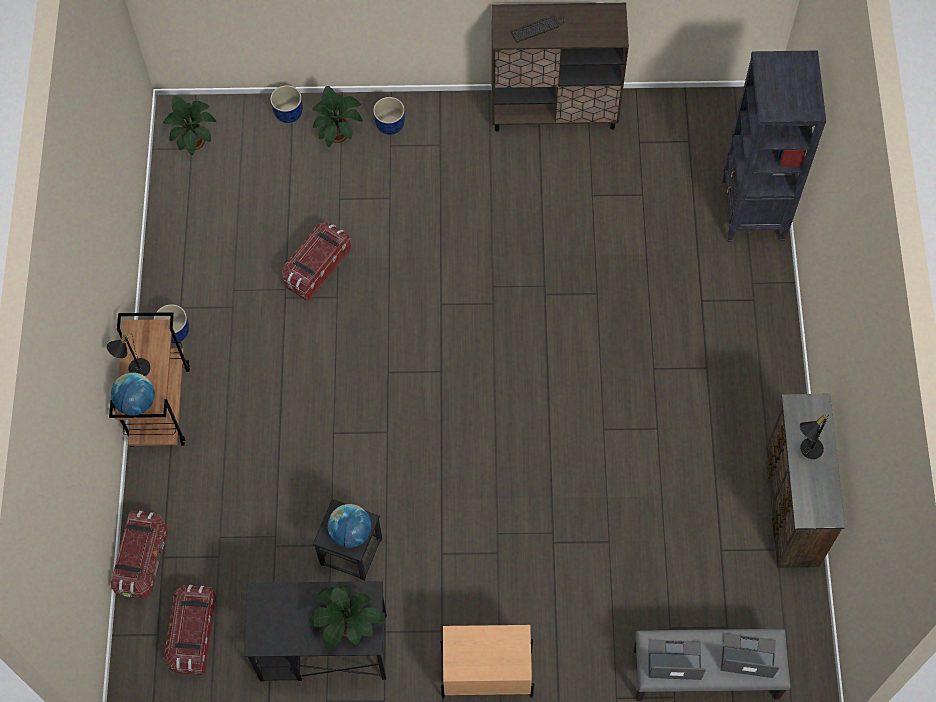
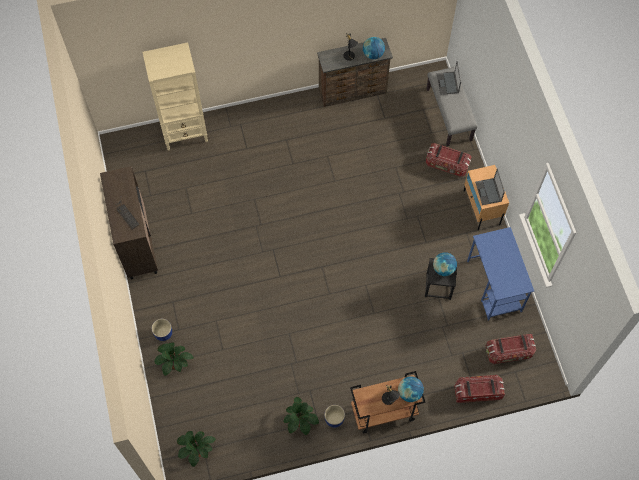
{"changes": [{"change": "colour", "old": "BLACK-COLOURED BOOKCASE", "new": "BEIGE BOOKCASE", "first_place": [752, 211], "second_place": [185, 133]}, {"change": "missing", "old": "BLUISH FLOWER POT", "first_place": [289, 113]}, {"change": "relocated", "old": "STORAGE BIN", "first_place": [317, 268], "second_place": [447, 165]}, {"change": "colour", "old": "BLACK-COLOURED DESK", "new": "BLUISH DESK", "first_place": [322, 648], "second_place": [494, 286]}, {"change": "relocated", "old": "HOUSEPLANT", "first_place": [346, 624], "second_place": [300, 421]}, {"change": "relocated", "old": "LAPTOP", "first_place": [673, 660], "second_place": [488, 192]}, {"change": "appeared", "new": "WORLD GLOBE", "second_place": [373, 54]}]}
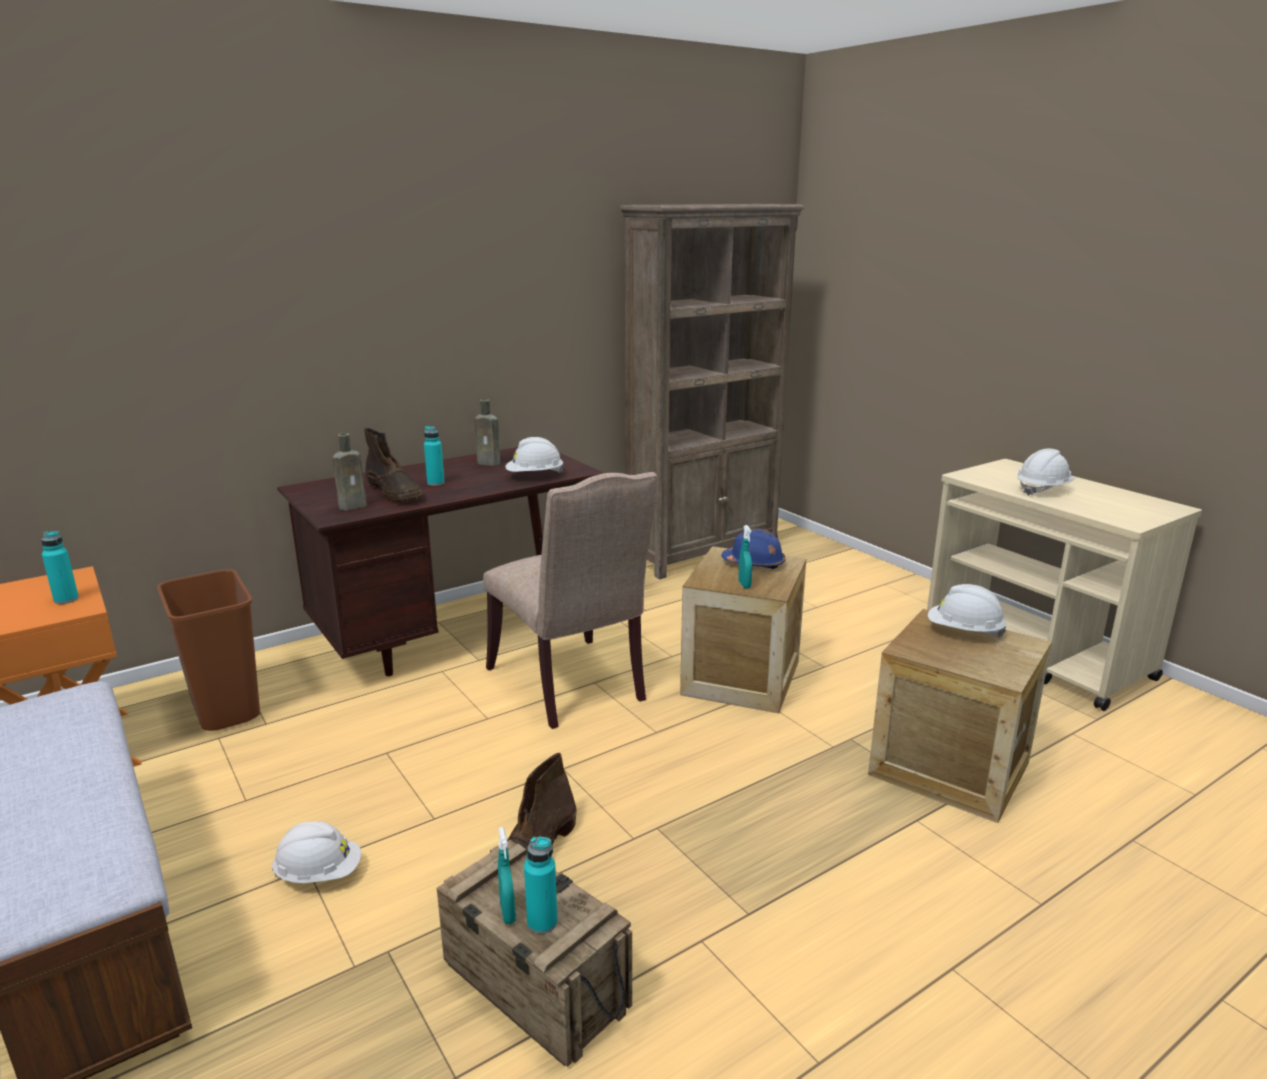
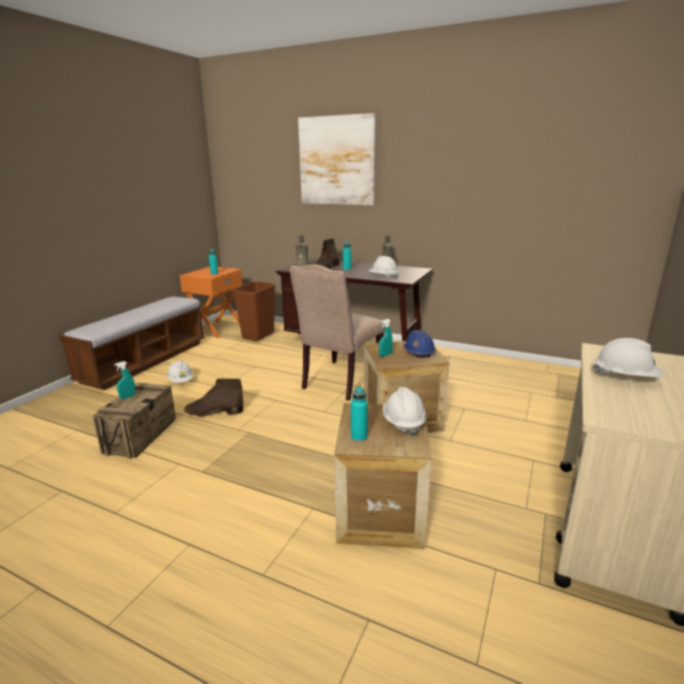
{"changes": [{"change": "missing", "old": "BROWN-COLOURED BOOKCASE", "first_place": [703, 553]}, {"change": "relocated", "old": "TURQUOISE-COLOURED BOTTLE", "first_place": [542, 922], "second_place": [359, 437]}, {"change": "appeared", "new": "WALL ART", "second_place": [337, 161]}]}
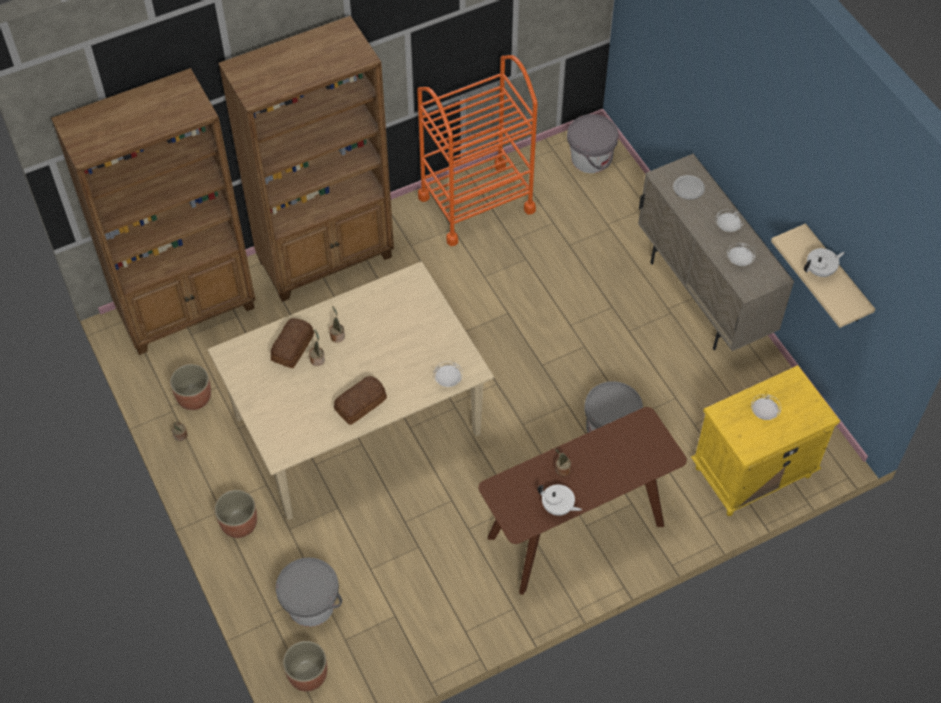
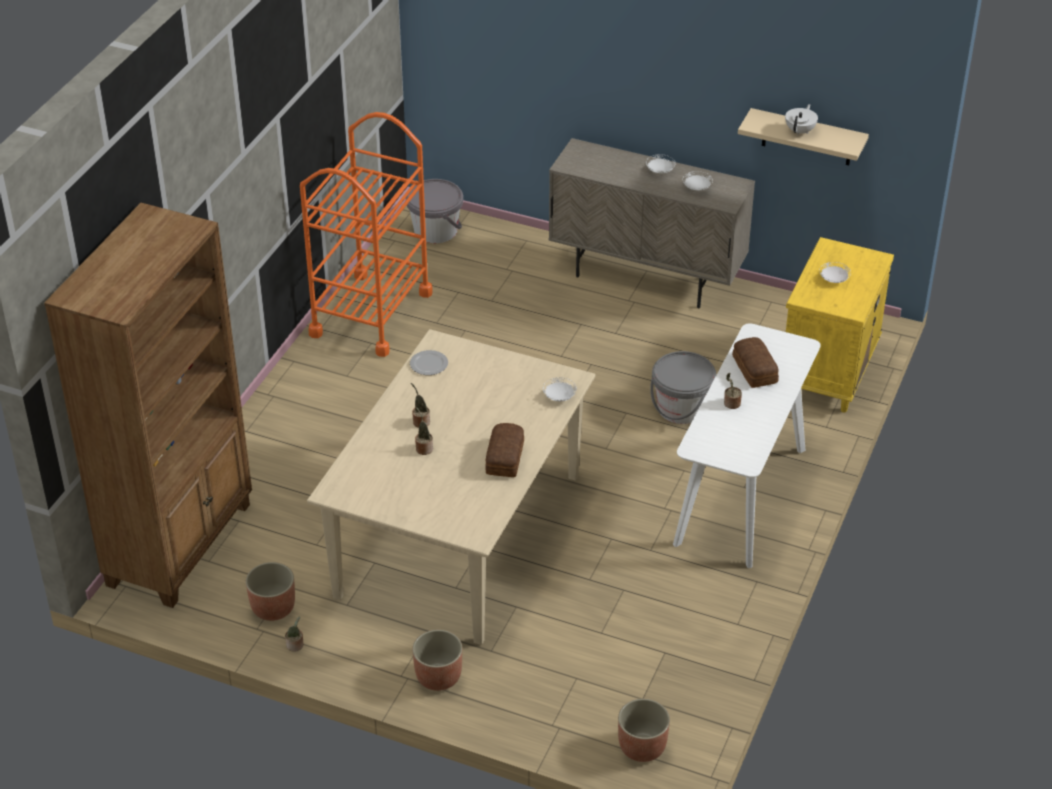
{"changes": [{"change": "missing", "old": "BROWN-COLOURED BOOKCASE", "first_place": [326, 259]}, {"change": "relocated", "old": "DINNER PLATE", "first_place": [688, 188], "second_place": [429, 365]}, {"change": "relocated", "old": "BAKERY BREAD", "first_place": [291, 348], "second_place": [754, 370]}, {"change": "colour", "old": "BROWN-COLOURED CONSOLE TABLE", "new": "WHITISH CONSOLE TABLE", "first_place": [576, 531], "second_place": [741, 496]}, {"change": "missing", "old": "WHITISH POT FOR TEA", "first_place": [557, 507]}, {"change": "missing", "old": "GREY PAIL", "first_place": [311, 605]}]}
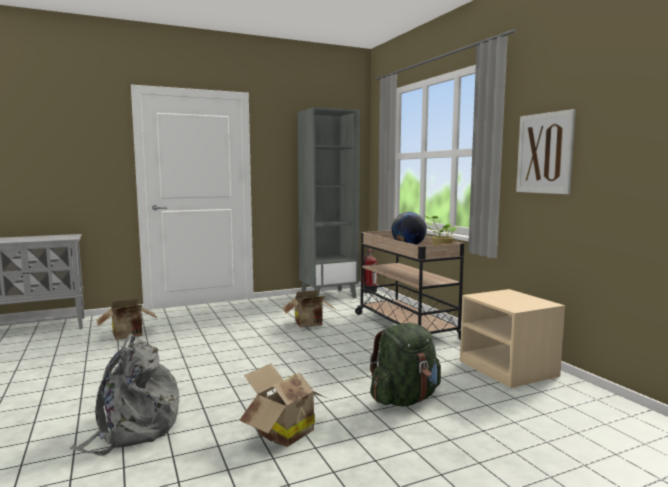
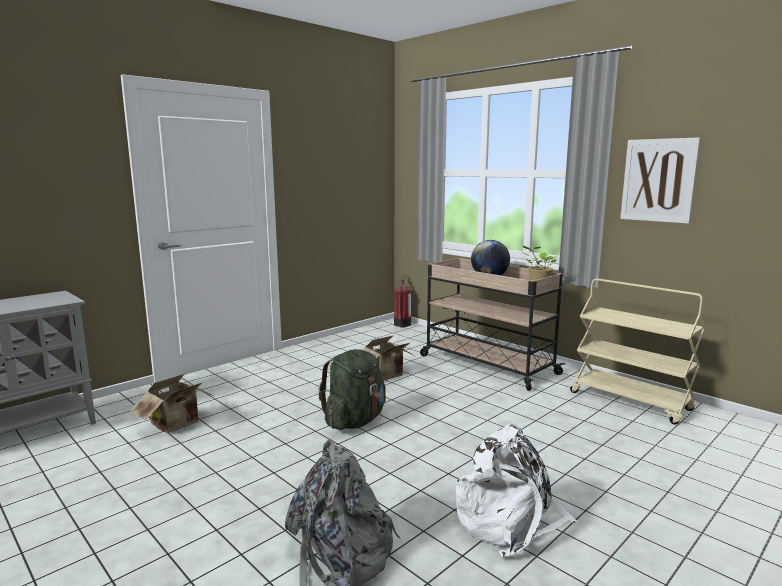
{"changes": [{"change": "missing", "old": "GREY BOOKCASE", "first_place": [328, 295]}, {"change": "exchanged", "old": "BEIGE NIGHTSTAND", "new": "BEIGE WHEELED CART", "first_place": [509, 369], "second_place": [631, 401]}, {"change": "relocated", "old": "GREENISH RUCKSACK", "first_place": [404, 399], "second_place": [355, 421]}, {"change": "exchanged", "old": "CARDBOARD BOX", "new": "WHITISH RUCKSACK", "first_place": [281, 433], "second_place": [510, 521]}]}
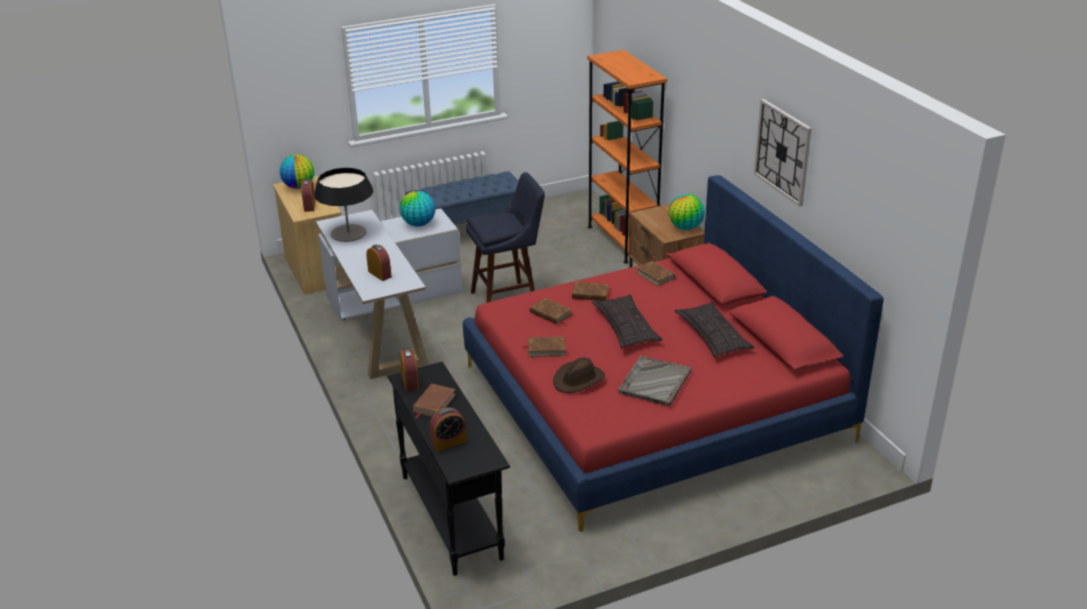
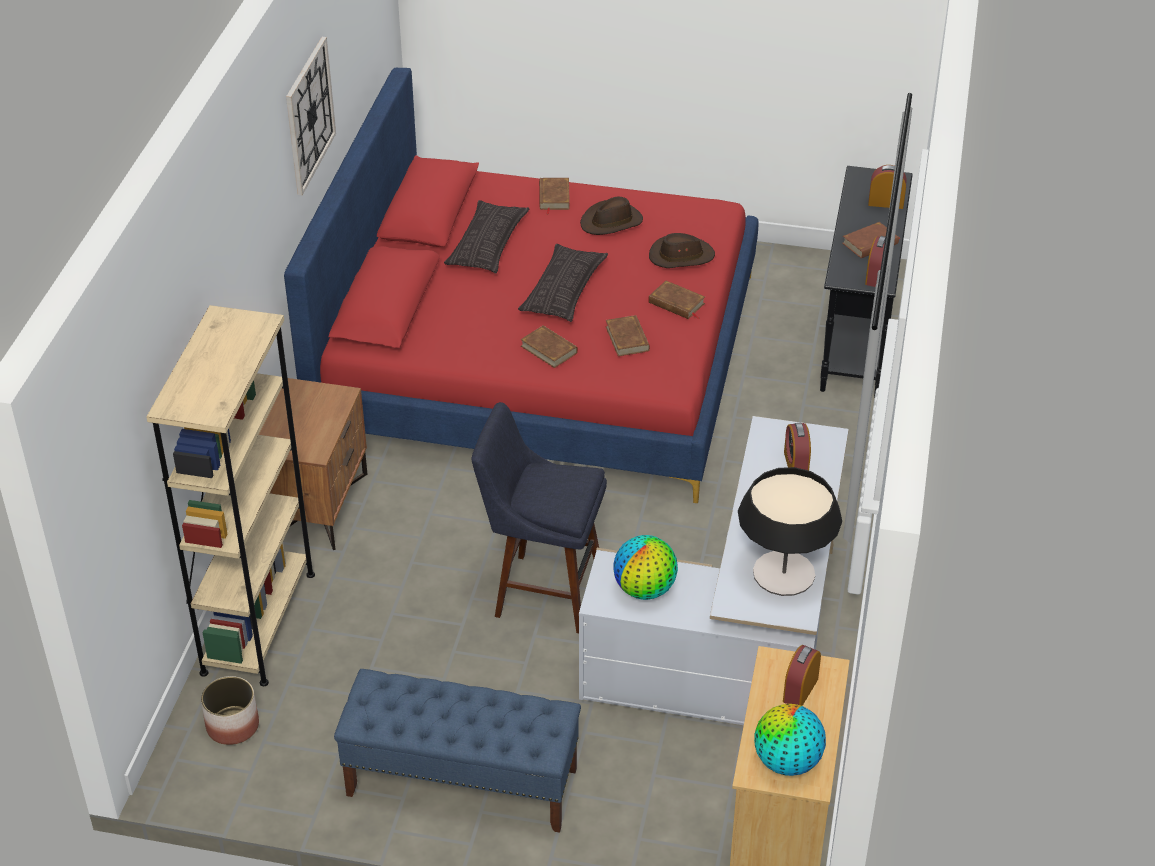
{"changes": [{"change": "colour", "old": "ORANGE BOOKCASE", "new": "BEIGE BOOKCASE", "first_place": [622, 241], "second_place": [258, 622]}, {"change": "missing", "old": "WORLD GLOBE", "first_place": [686, 227]}, {"change": "relocated", "old": "BROWN-COLOURED VOLUME", "first_place": [655, 275], "second_place": [554, 197]}, {"change": "exchanged", "old": "GREY TRAY", "new": "BROWN-COLOURED HAT", "first_place": [654, 382], "second_place": [612, 222]}, {"change": "appeared", "new": "FLOWER POT", "second_place": [233, 726]}]}
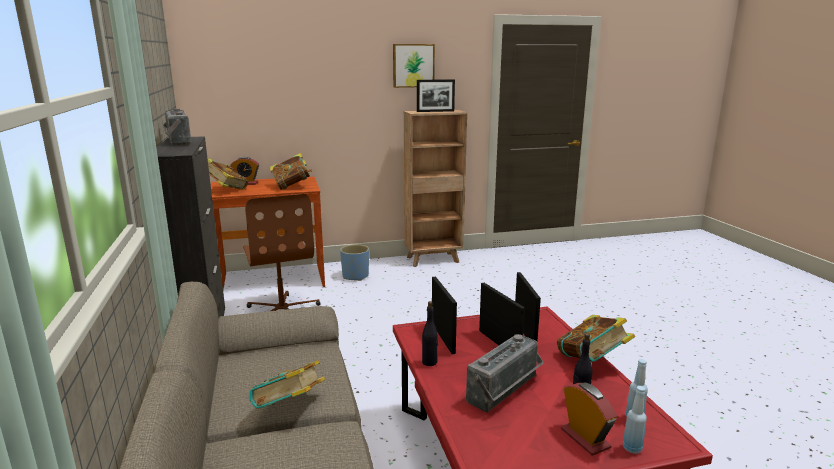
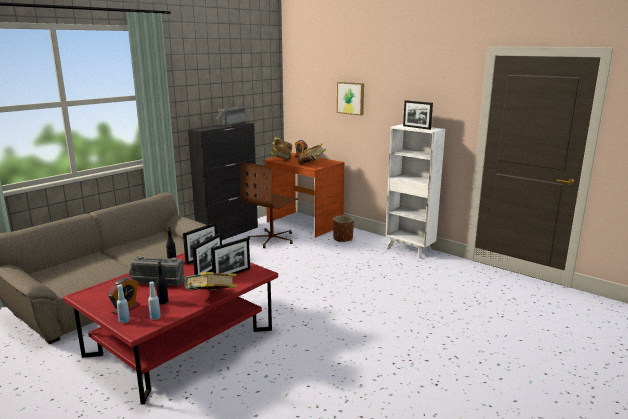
{"changes": [{"change": "relocated", "old": "WALL ART", "first_place": [413, 65], "second_place": [351, 98]}, {"change": "colour", "old": "BROWN-COLOURED BOOKCASE", "new": "WHITISH BOOKCASE", "first_place": [434, 260], "second_place": [409, 250]}, {"change": "colour", "old": "BLUISH FLOWER POT", "new": "BROWN-COLOURED FLOWER POT", "first_place": [355, 276], "second_place": [343, 239]}, {"change": "missing", "old": "VOLUME", "first_place": [290, 409]}]}
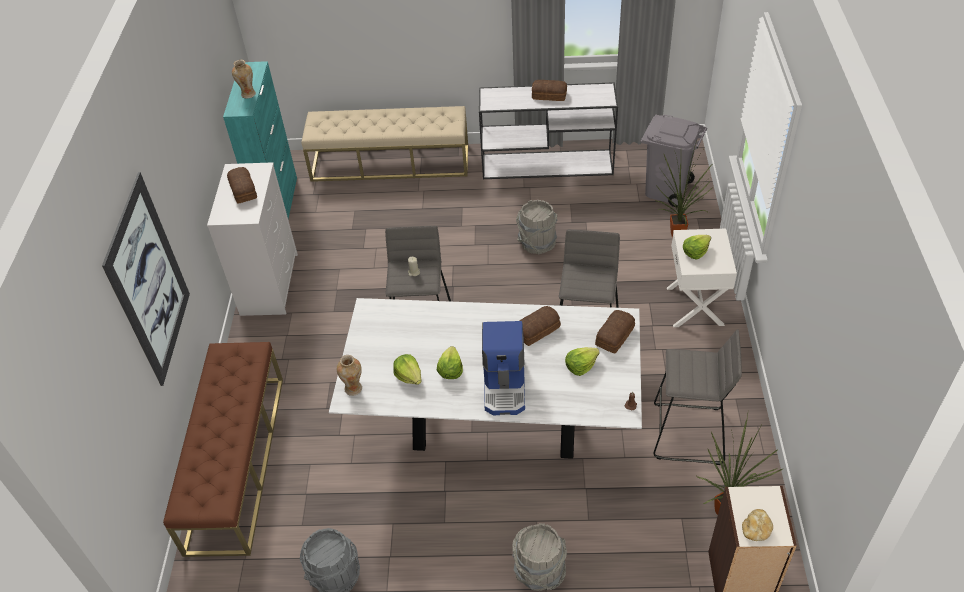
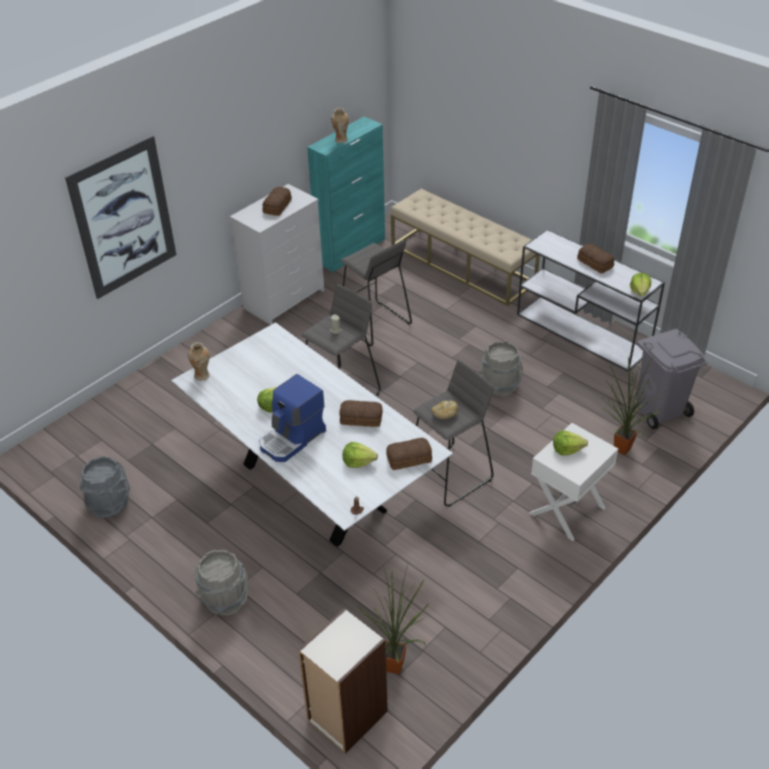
{"changes": [{"change": "relocated", "old": "GREY SITTING STOOL", "first_place": [688, 434], "second_place": [374, 324]}, {"change": "missing", "old": "BROWN-COLOURED BENCH", "first_place": [236, 461]}, {"change": "relocated", "old": "HEAD OF LETTUCE", "first_place": [409, 376], "second_place": [640, 291]}, {"change": "relocated", "old": "BAKERY BREAD", "first_place": [756, 530], "second_place": [445, 414]}]}
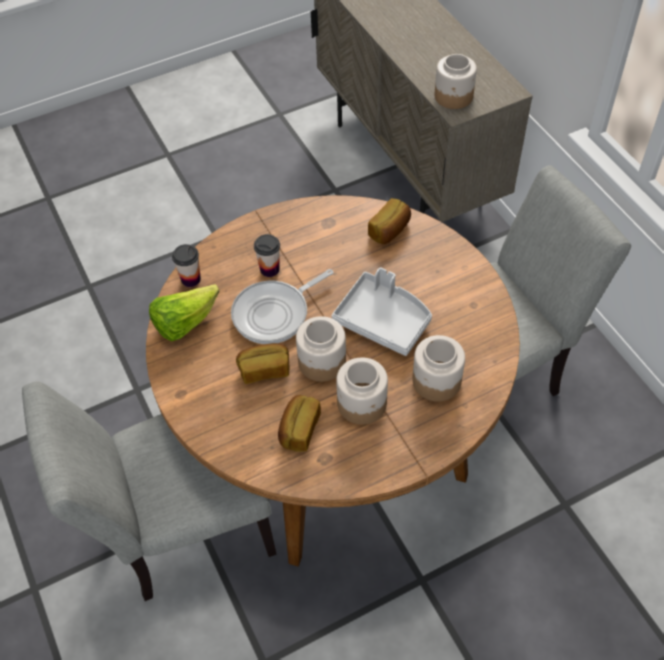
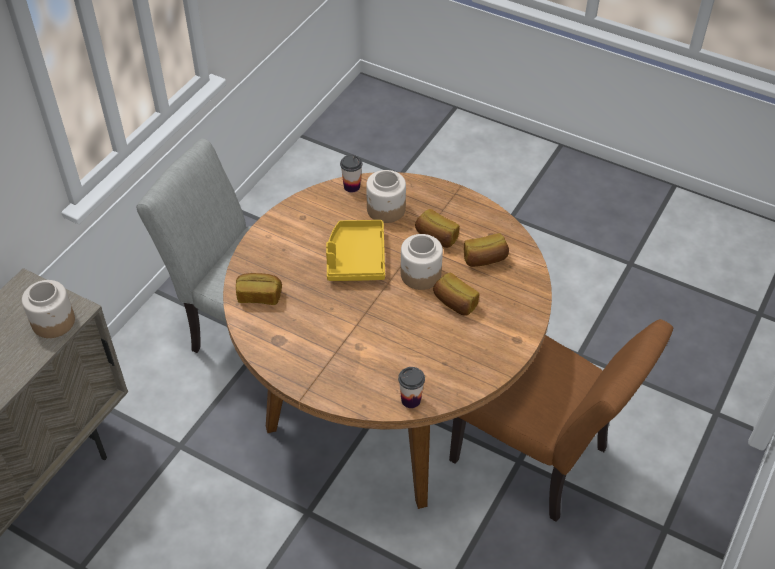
{"changes": [{"change": "relocated", "old": "CUP", "first_place": [269, 269], "second_place": [352, 186]}, {"change": "colour", "old": "GREY TRAY", "new": "YELLOW-COLOURED TRAY", "first_place": [383, 320], "second_place": [356, 258]}, {"change": "missing", "old": "FRYING PAN", "first_place": [275, 313]}, {"change": "missing", "old": "HEAD OF LETTUCE", "first_place": [185, 323]}, {"change": "exchanged", "old": "STORAGE JAR", "new": "BAKERY BREAD", "first_place": [362, 403], "second_place": [436, 237]}, {"change": "colour", "old": "GREY PLAIN CHAIR", "new": "BROWN-COLOURED PLAIN CHAIR", "first_place": [180, 531], "second_place": [539, 460]}]}
